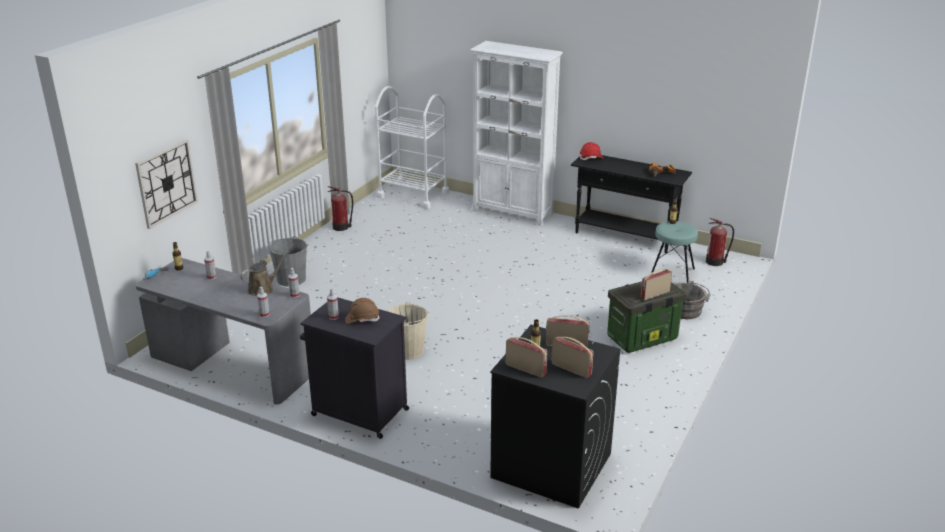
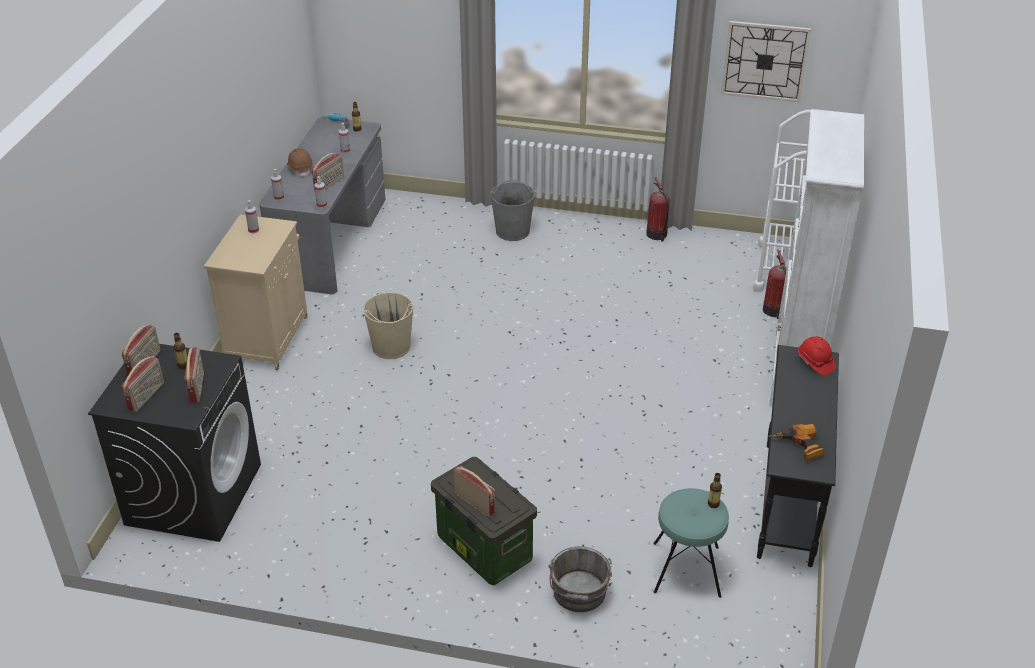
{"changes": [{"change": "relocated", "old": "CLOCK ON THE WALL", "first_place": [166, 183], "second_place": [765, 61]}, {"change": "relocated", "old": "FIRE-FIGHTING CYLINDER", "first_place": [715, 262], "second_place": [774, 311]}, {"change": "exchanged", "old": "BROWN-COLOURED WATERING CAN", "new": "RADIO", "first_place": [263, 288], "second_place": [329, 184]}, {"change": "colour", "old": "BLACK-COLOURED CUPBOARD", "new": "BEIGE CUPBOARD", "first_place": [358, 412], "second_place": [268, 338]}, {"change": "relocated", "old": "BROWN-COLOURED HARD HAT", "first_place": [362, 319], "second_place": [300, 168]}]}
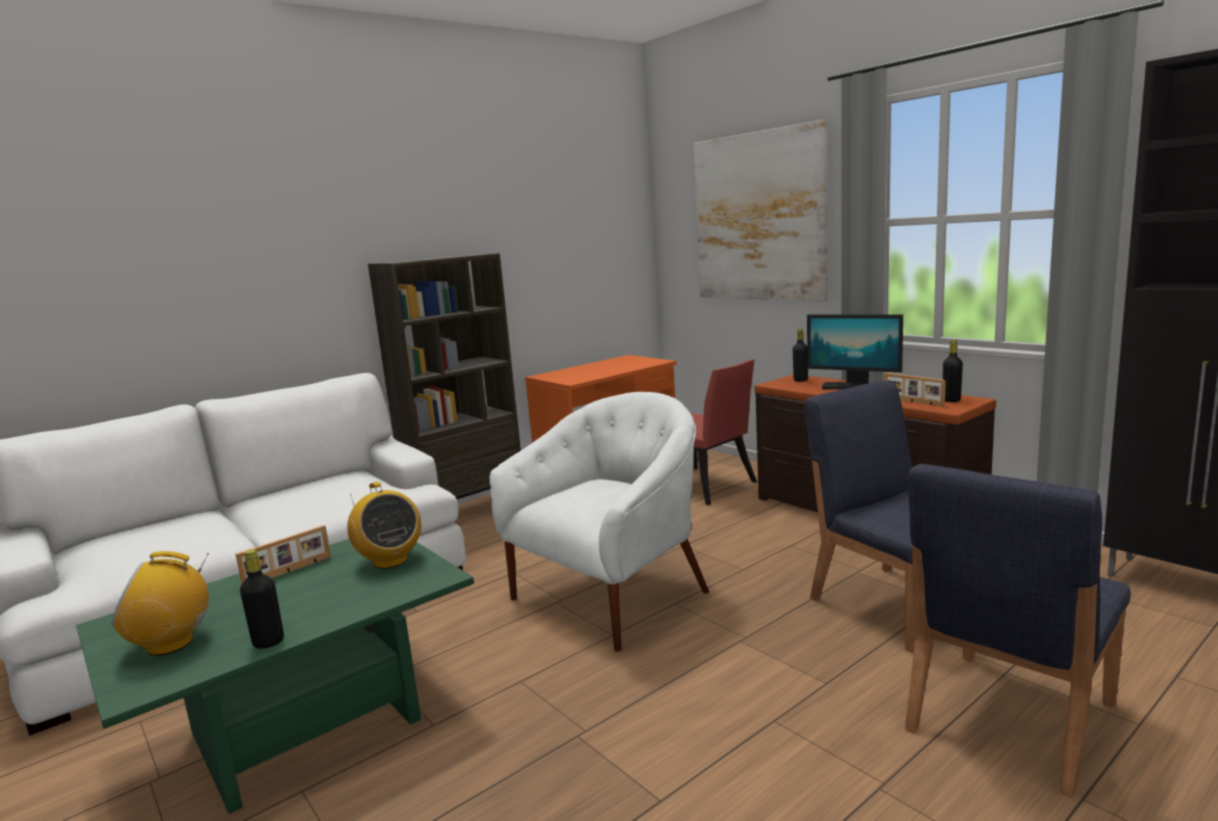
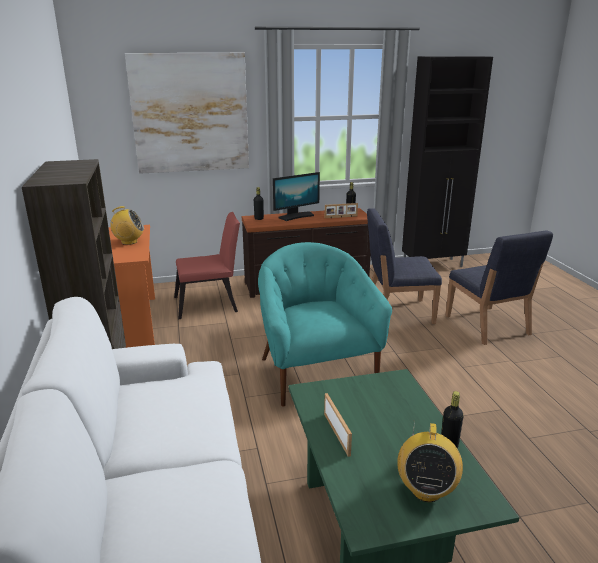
{"changes": [{"change": "colour", "old": "WHITISH ARMCHAIR", "new": "TURQUOISE-COLOURED ARMCHAIR", "first_place": [612, 595], "second_place": [316, 372]}, {"change": "relocated", "old": "RADIO", "first_place": [389, 561], "second_place": [129, 242]}]}
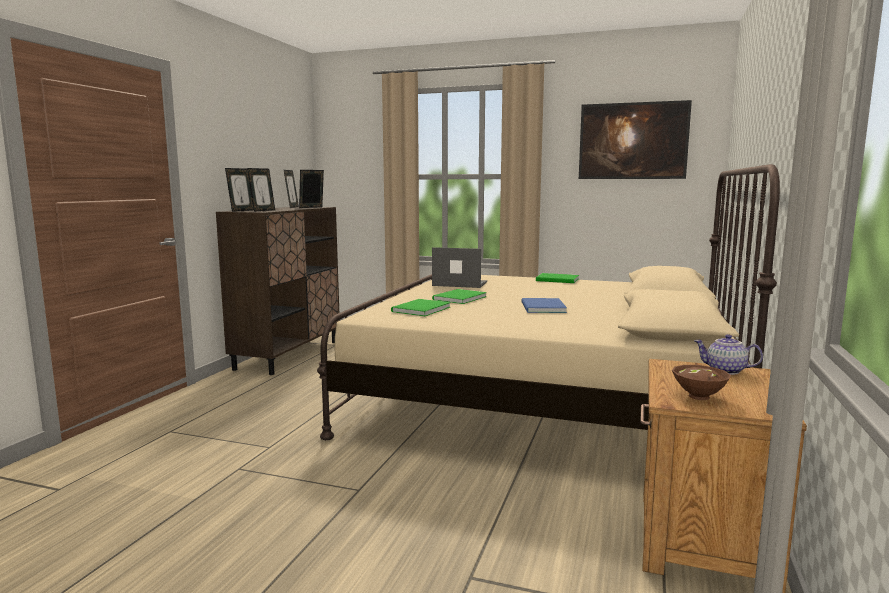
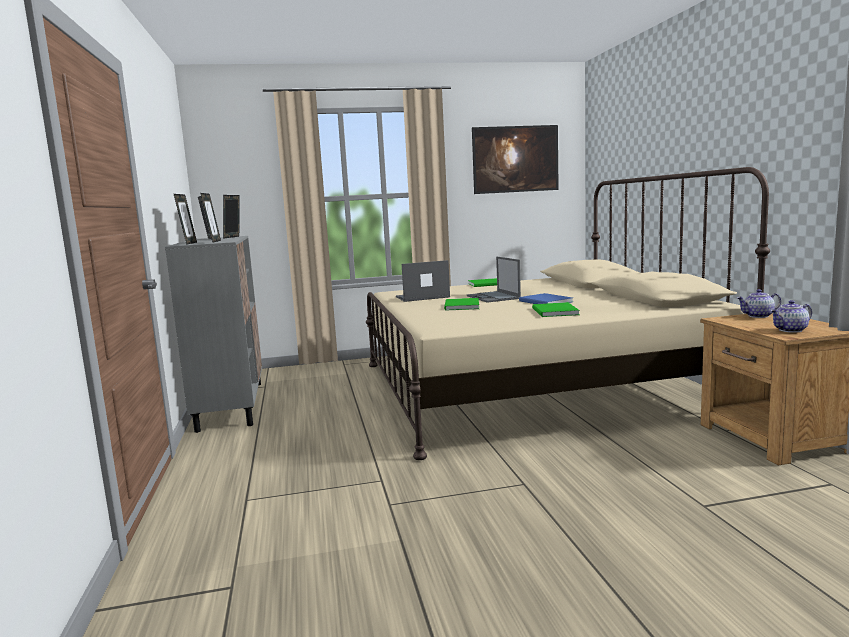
{"changes": [{"change": "colour", "old": "BROWN-COLOURED CUPBOARD", "new": "GREY CUPBOARD", "first_place": [288, 355], "second_place": [231, 405]}, {"change": "relocated", "old": "GREENISH VOLUME", "first_place": [419, 309], "second_place": [554, 312]}, {"change": "exchanged", "old": "BROWN-COLOURED BOWL", "new": "POT FOR TEA", "first_place": [700, 397], "second_place": [790, 330]}, {"change": "appeared", "new": "LAPTOP", "second_place": [493, 297]}]}
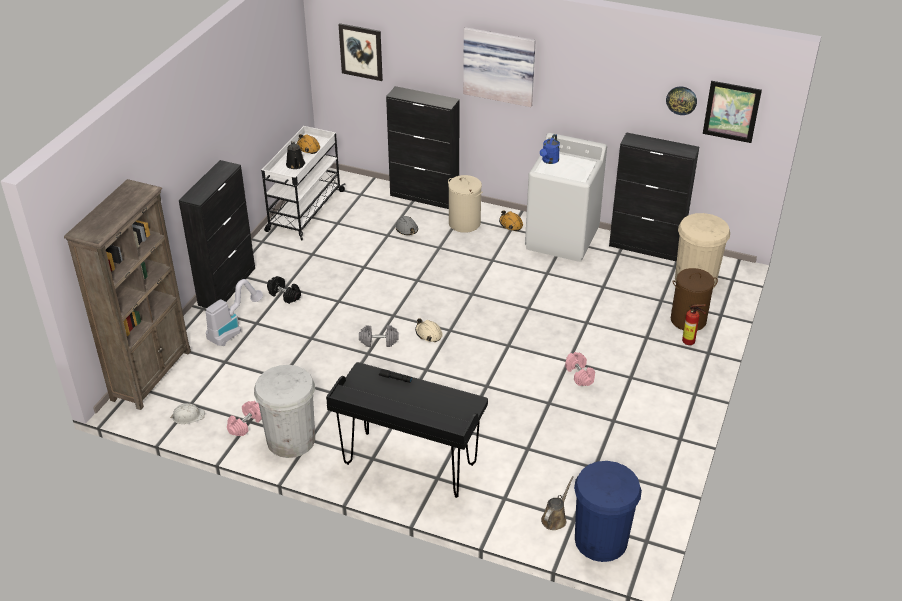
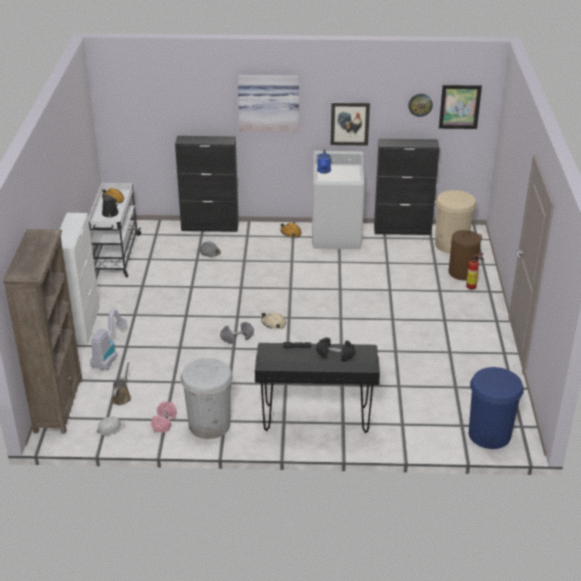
{"changes": [{"change": "relocated", "old": "WALL ART", "first_place": [361, 51], "second_place": [349, 123]}, {"change": "colour", "old": "BLACK-COLOURED CUPBOARD", "new": "WHITISH CUPBOARD", "first_place": [227, 286], "second_place": [84, 324]}, {"change": "missing", "old": "BEIGE LAUNDRY BASKET", "first_place": [464, 223]}, {"change": "relocated", "old": "BLACK-COLOURED DUMBBELL", "first_place": [284, 295], "second_place": [335, 355]}, {"change": "missing", "old": "PINKISH DUMBBELL", "first_place": [579, 375]}, {"change": "relocated", "old": "BROWN-COLOURED WATERING CAN", "first_place": [555, 518], "second_place": [122, 397]}]}
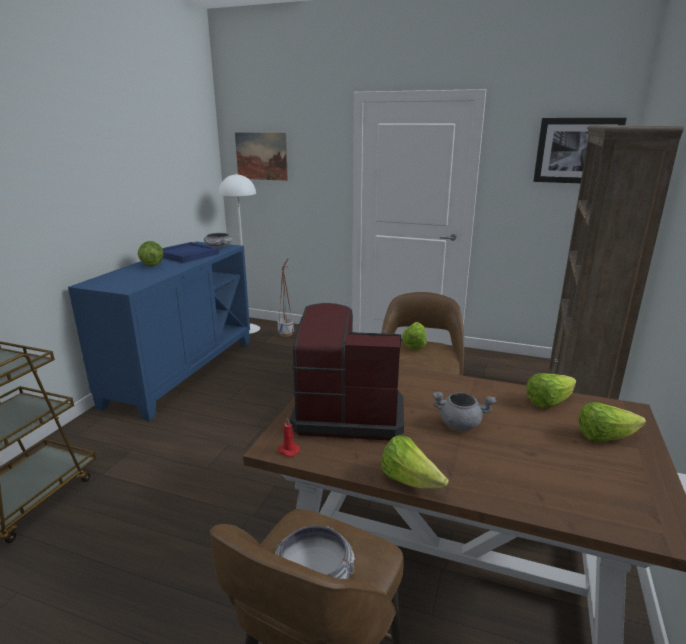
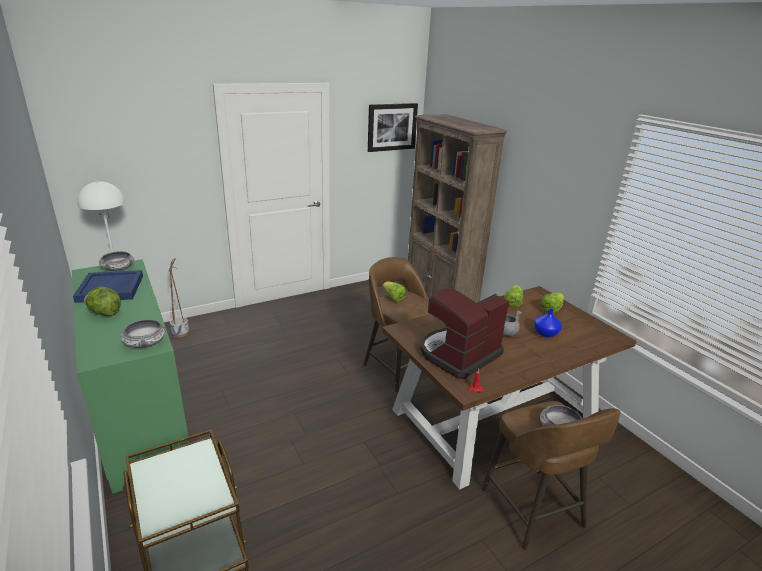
{"changes": [{"change": "missing", "old": "WALL ART", "first_place": [261, 156]}, {"change": "colour", "old": "BLUISH CUPBOARD", "new": "GREENISH CUPBOARD", "first_place": [182, 371], "second_place": [138, 413]}, {"change": "missing", "old": "HEAD OF LETTUCE", "first_place": [410, 481]}, {"change": "appeared", "new": "BLUISH VASE", "second_place": [546, 333]}, {"change": "appeared", "new": "BOWL", "second_place": [145, 342]}]}
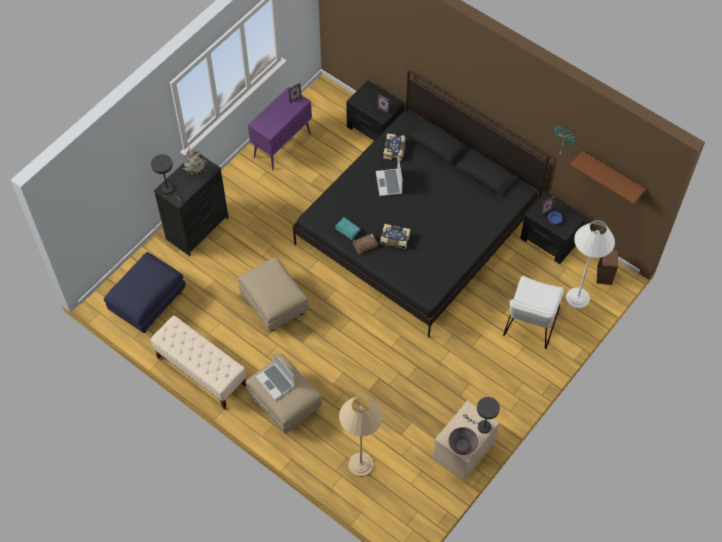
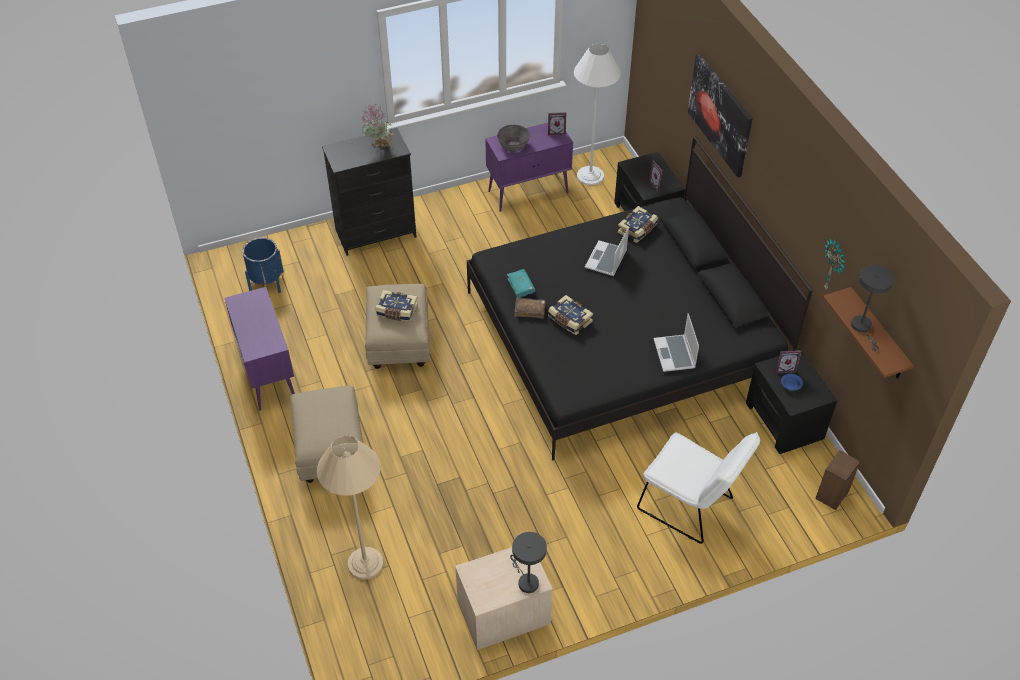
{"changes": [{"change": "relocated", "old": "GREY LAMP FOR A TABLE", "first_place": [169, 190], "second_place": [863, 328]}, {"change": "relocated", "old": "WHITISH STANDARD LAMP", "first_place": [577, 298], "second_place": [590, 176]}, {"change": "exchanged", "old": "BLUISH OTTOMAN", "new": "BLUISH FLOWER POT", "first_place": [148, 304], "second_place": [266, 282]}, {"change": "spun", "old": "WHITISH PLAIN CHAIR", "first_place": [529, 326], "second_place": [691, 507], "degrees": -105}, {"change": "exchanged", "old": "BEIGE BENCH", "new": "PURPLISH CUPBOARD", "first_place": [201, 371], "second_place": [267, 373]}, {"change": "relocated", "old": "LAPTOP", "first_place": [276, 382], "second_place": [675, 354]}, {"change": "relocated", "old": "GREY BOWL", "first_place": [462, 445], "second_place": [513, 146]}, {"change": "appeared", "new": "WALL ART", "second_place": [720, 114]}, {"change": "appeared", "new": "VOLUME", "second_place": [397, 312]}]}
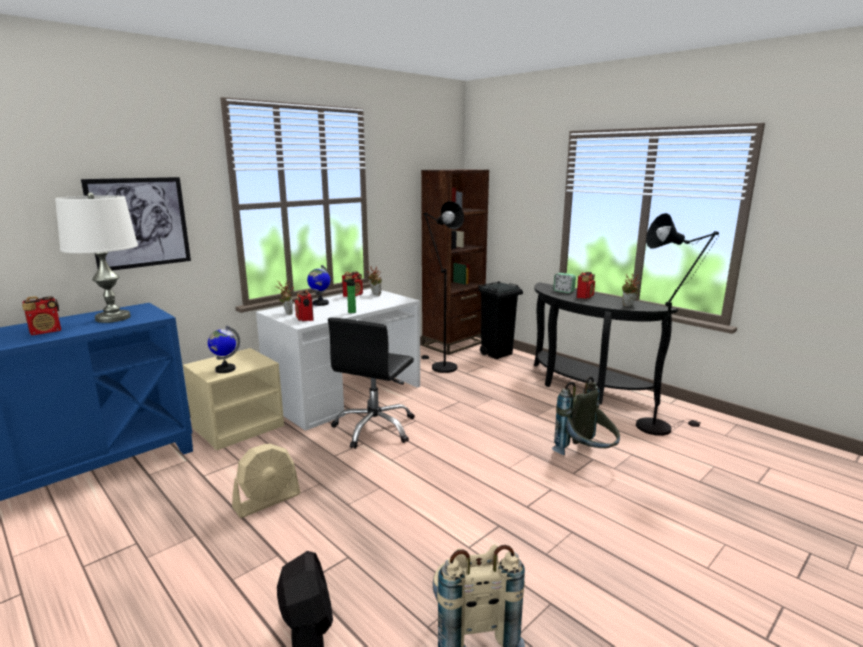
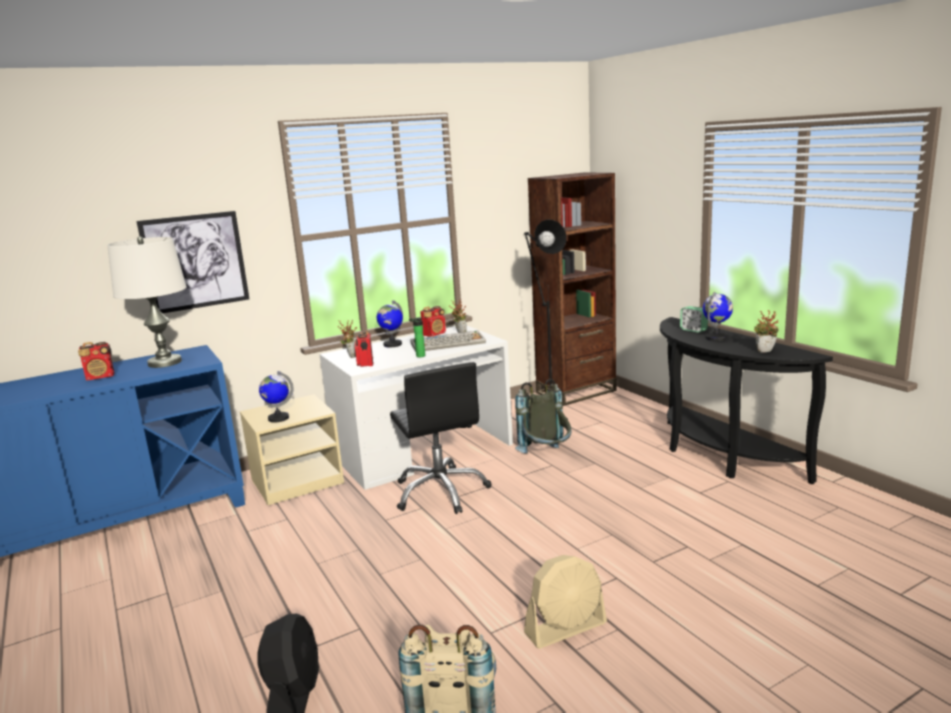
{"changes": [{"change": "missing", "old": "BLACK-COLOURED STANDARD LAMP", "first_place": [659, 426]}, {"change": "exchanged", "old": "RADIO", "new": "WORLD GLOBE", "first_place": [585, 296], "second_place": [716, 338]}, {"change": "missing", "old": "BLACK-COLOURED TRASH CAN", "first_place": [497, 354]}, {"change": "spun", "old": "BLACK-COLOURED COMPUTER CHAIR", "first_place": [375, 428], "second_place": [441, 491], "degrees": -60}, {"change": "relocated", "old": "GREY RUCKSACK", "first_place": [586, 457], "second_place": [546, 456]}, {"change": "relocated", "old": "BEIGE COOLING FAN", "first_place": [267, 501], "second_place": [566, 628]}, {"change": "appeared", "new": "KEYBOARD", "second_place": [448, 343]}]}
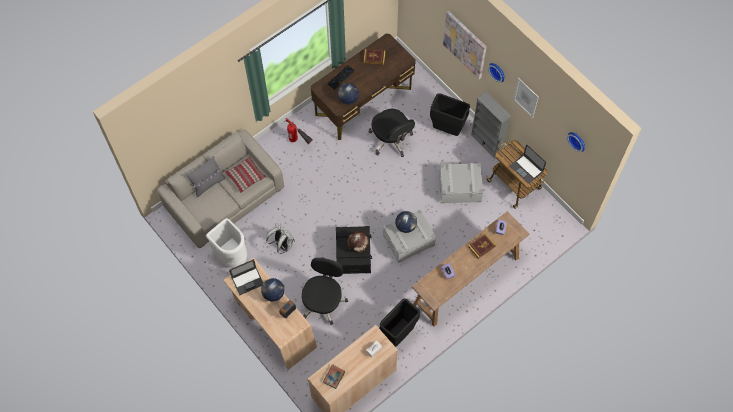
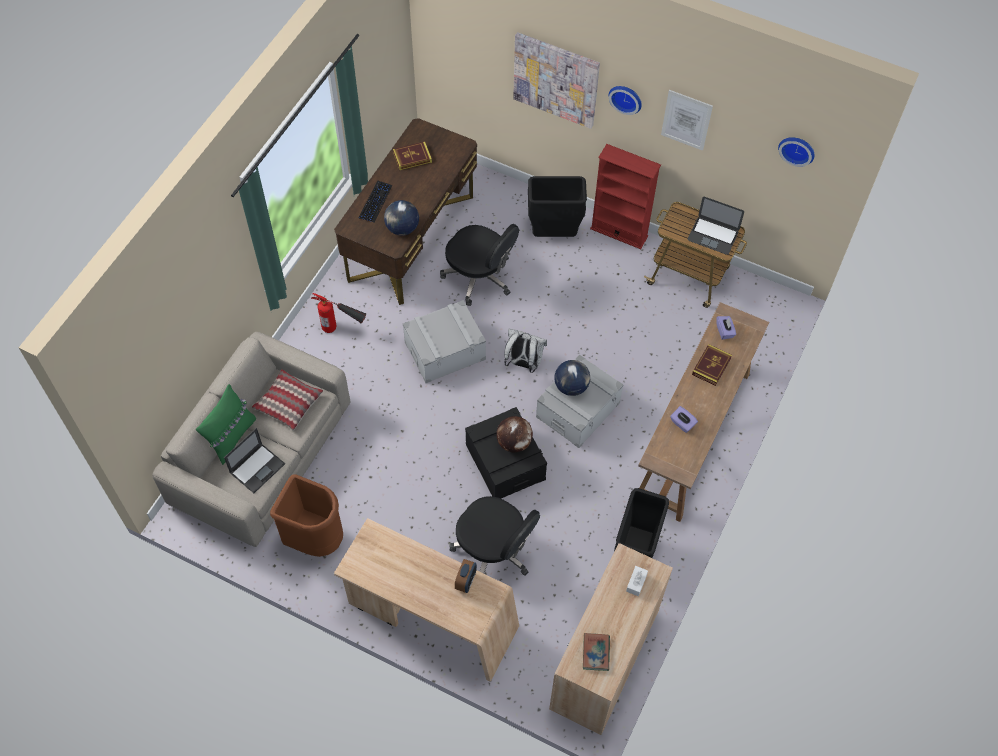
{"changes": [{"change": "colour", "old": "GREY BOOKCASE", "new": "RED-COLOURED BOOKCASE", "first_place": [486, 142], "second_place": [619, 232]}, {"change": "colour", "old": "GREY THROW PILLOW", "new": "GREENISH THROW PILLOW", "first_place": [208, 184], "second_place": [231, 437]}, {"change": "relocated", "old": "GREY STORAGE BIN", "first_place": [460, 188], "second_place": [445, 350]}, {"change": "colour", "old": "WHITISH TRASH CAN", "new": "BROWN-COLOURED TRASH CAN", "first_place": [232, 256], "second_place": [315, 538]}, {"change": "relocated", "old": "WHITISH RUCKSACK", "first_place": [282, 245], "second_place": [523, 363]}, {"change": "spun", "old": "BLACK-COLOURED COMPUTER CHAIR", "first_place": [323, 301], "second_place": [494, 551], "degrees": 135}, {"change": "relocated", "old": "LAPTOP", "first_place": [248, 280], "second_place": [257, 468]}, {"change": "missing", "old": "WORLD GLOBE", "first_place": [273, 293]}]}
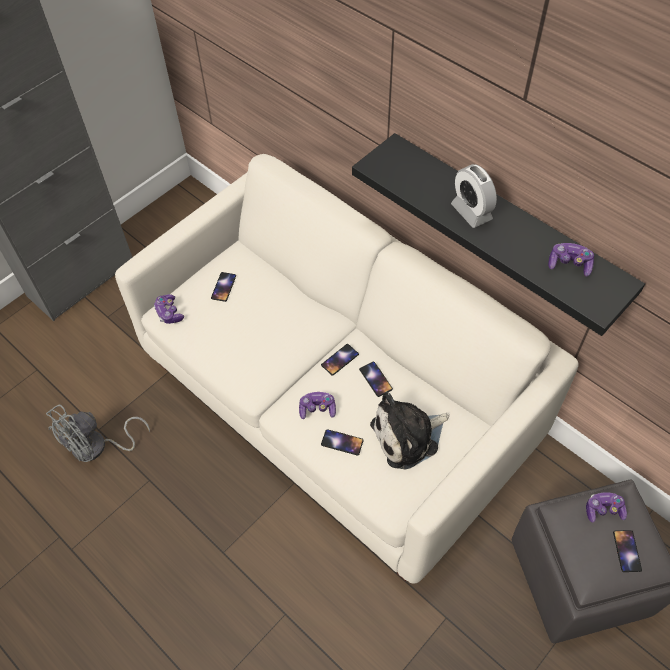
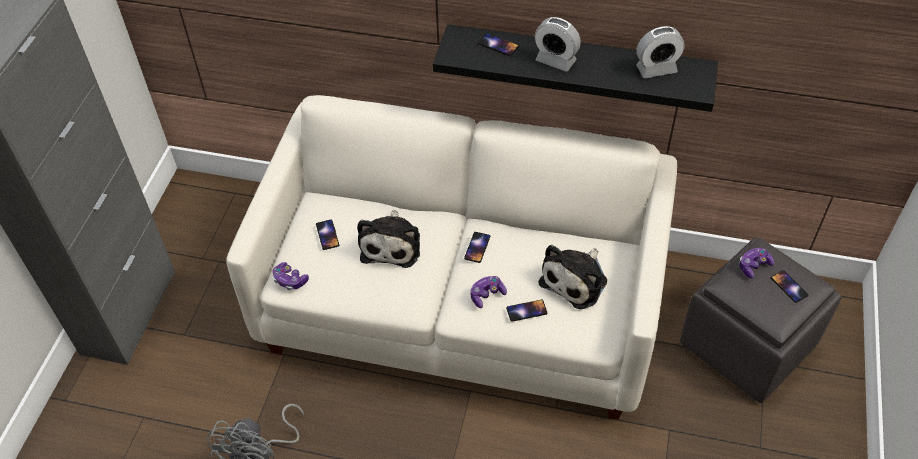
{"changes": [{"change": "exchanged", "old": "GAMEPAD", "new": "TABLE CLOCK", "first_place": [569, 264], "second_place": [656, 69]}, {"change": "relocated", "old": "PHONE", "first_place": [375, 379], "second_place": [498, 45]}, {"change": "appeared", "new": "PLUSH TOY", "second_place": [392, 244]}]}
